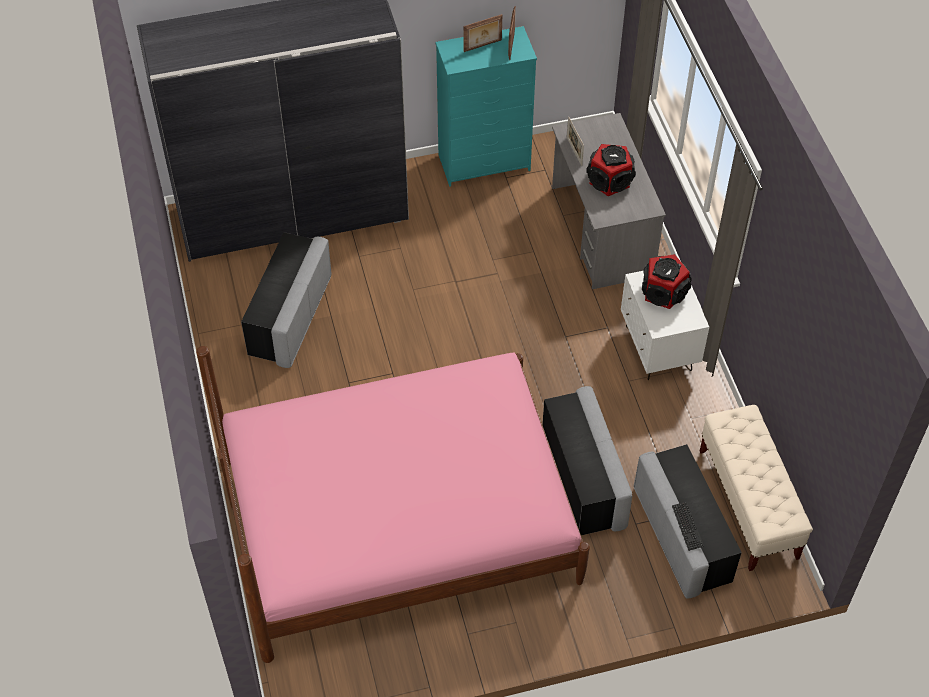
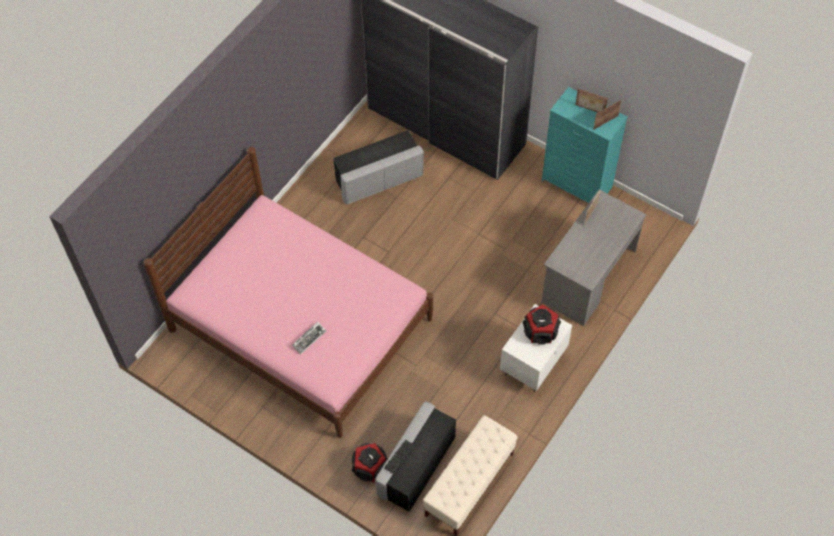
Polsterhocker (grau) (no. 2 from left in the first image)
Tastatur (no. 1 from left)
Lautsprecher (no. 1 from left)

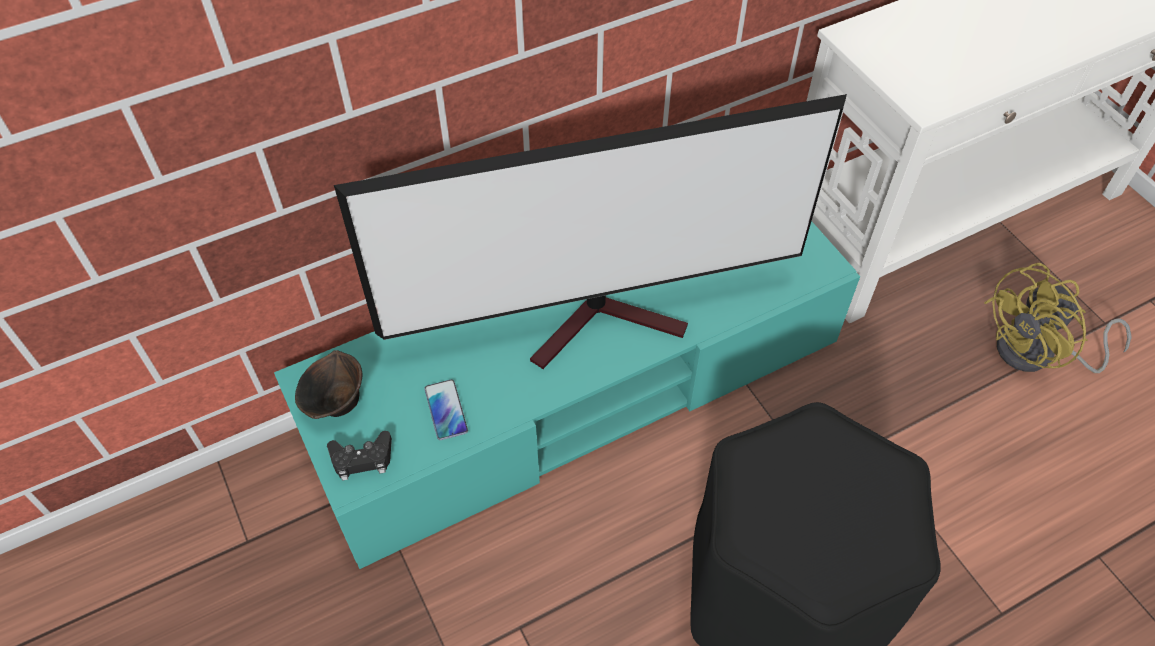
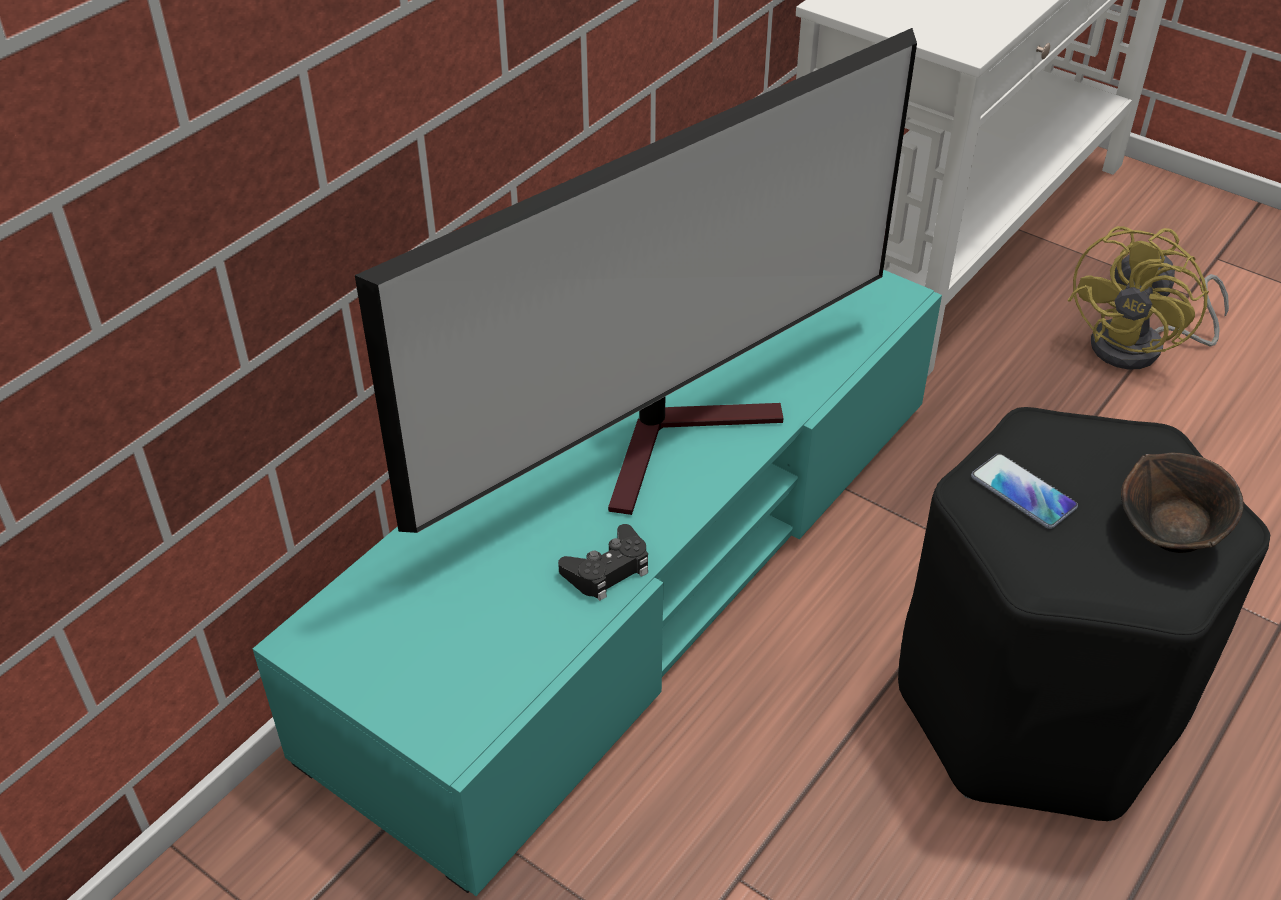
Schüssel (braun)
Gamepad (schwarz)
Handy

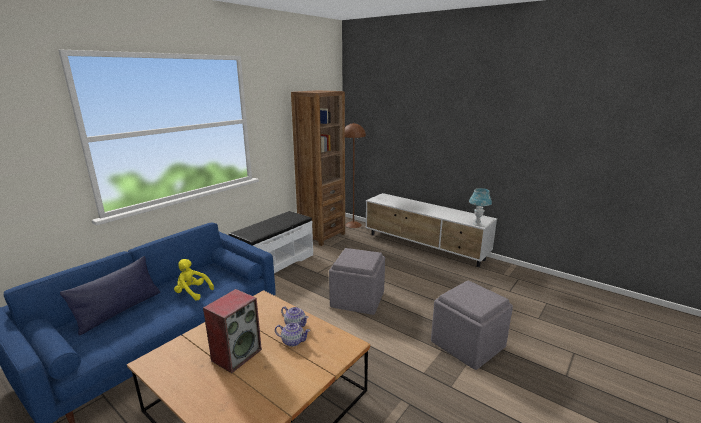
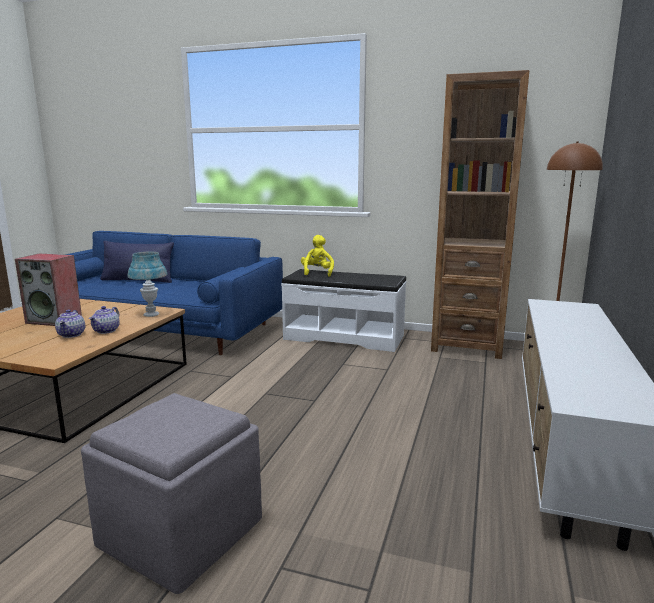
Polsterhocker (grau) (no. 1 from left in the first image)
Plüschtier (gelb)
Tischlampe (blau)

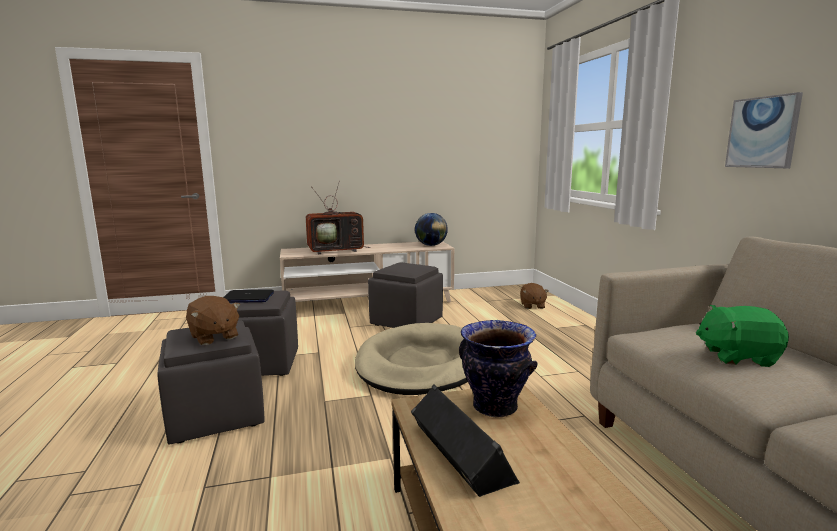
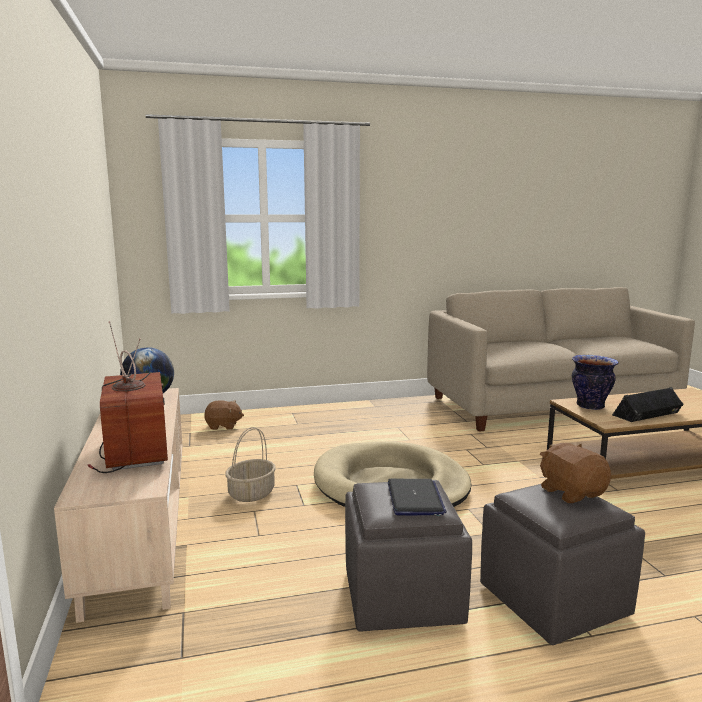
Plüschtier (grün)
Bild
Korb
Plüschtier (braun) (no. 2 from left)

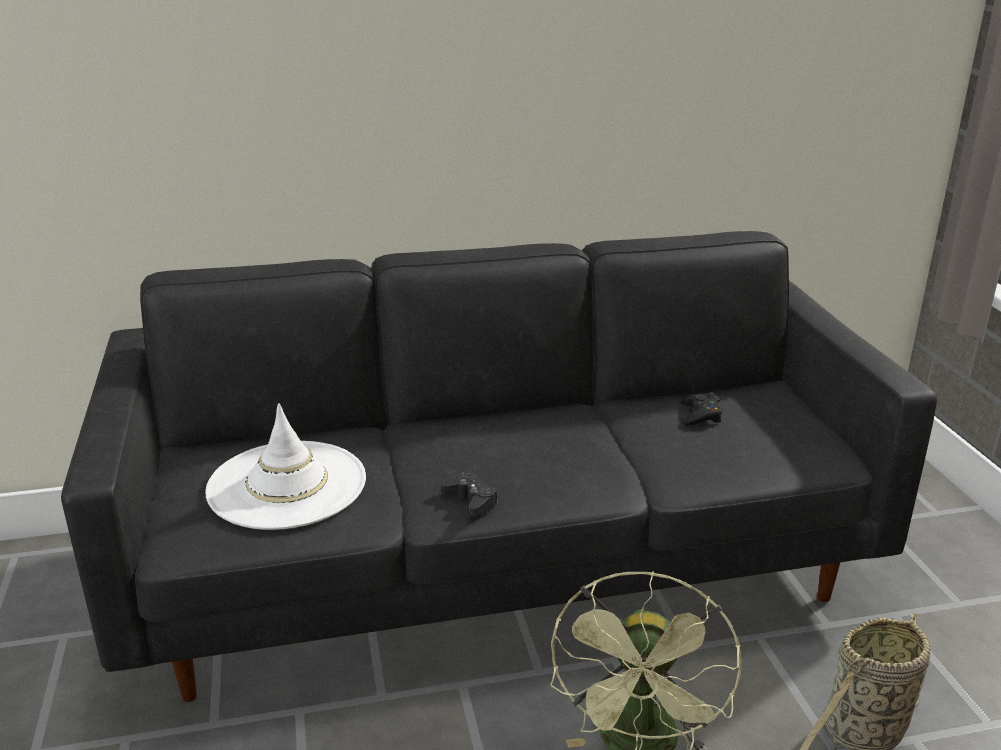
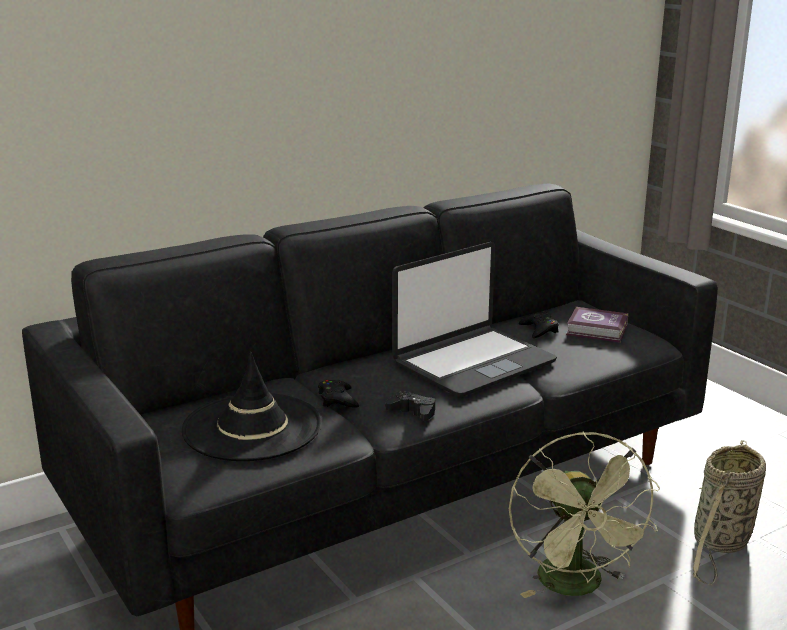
Gamepad (schwarz) (no. 1 from left)
Laptop
Buch
Hut (schwarz)

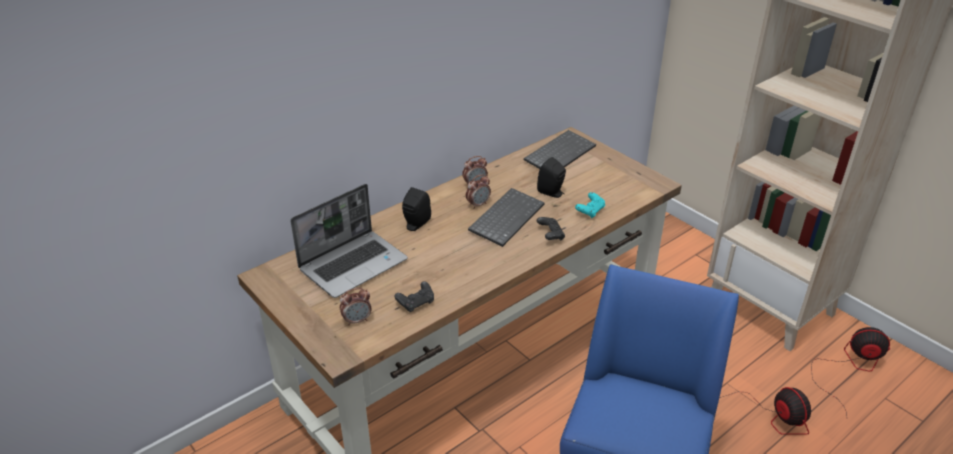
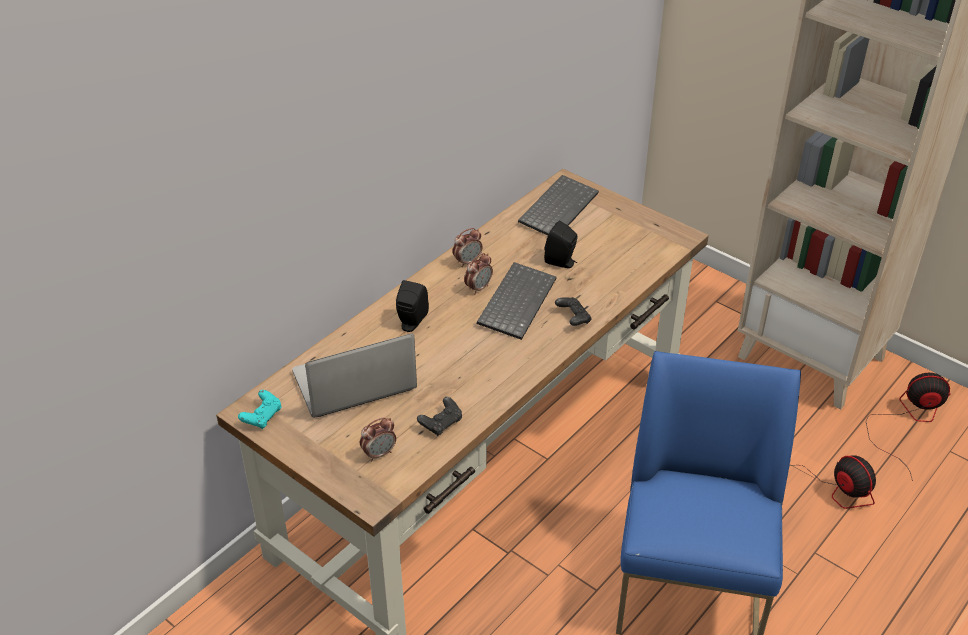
Gamepad (türkis)
Laptop

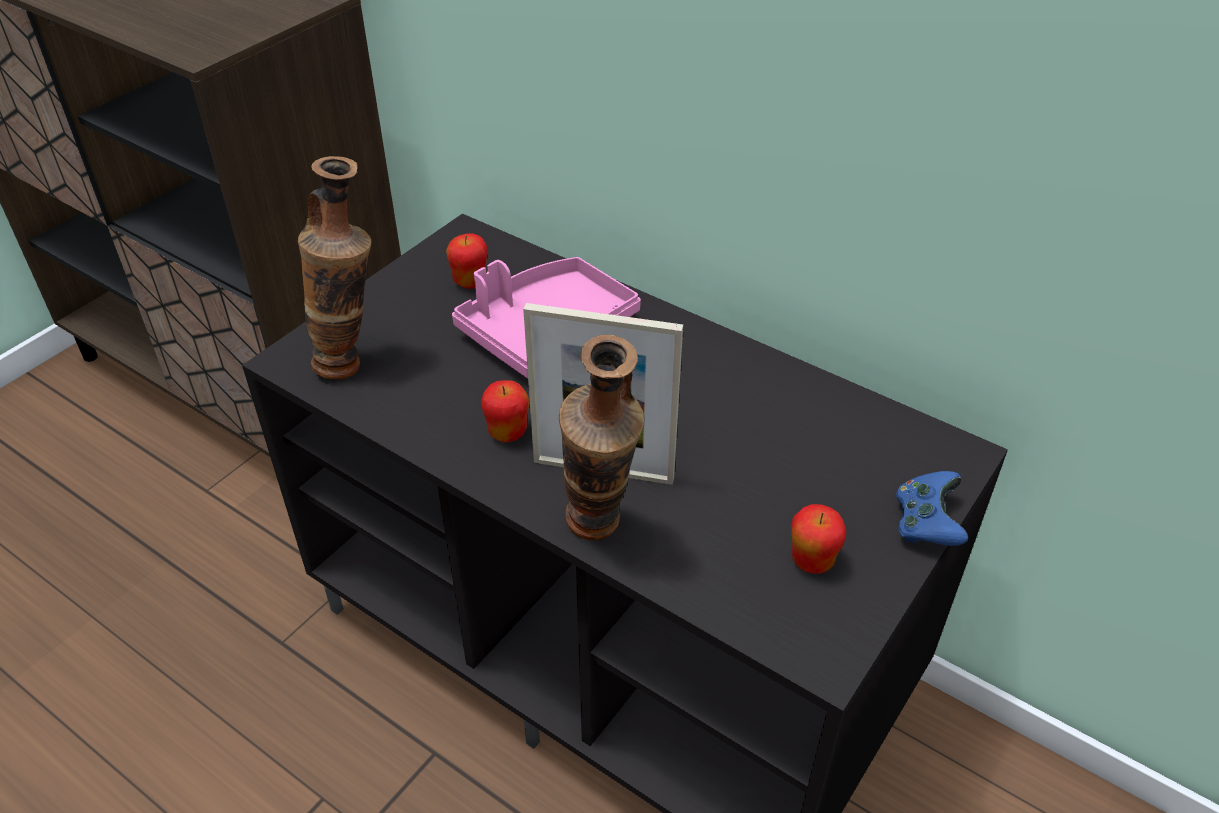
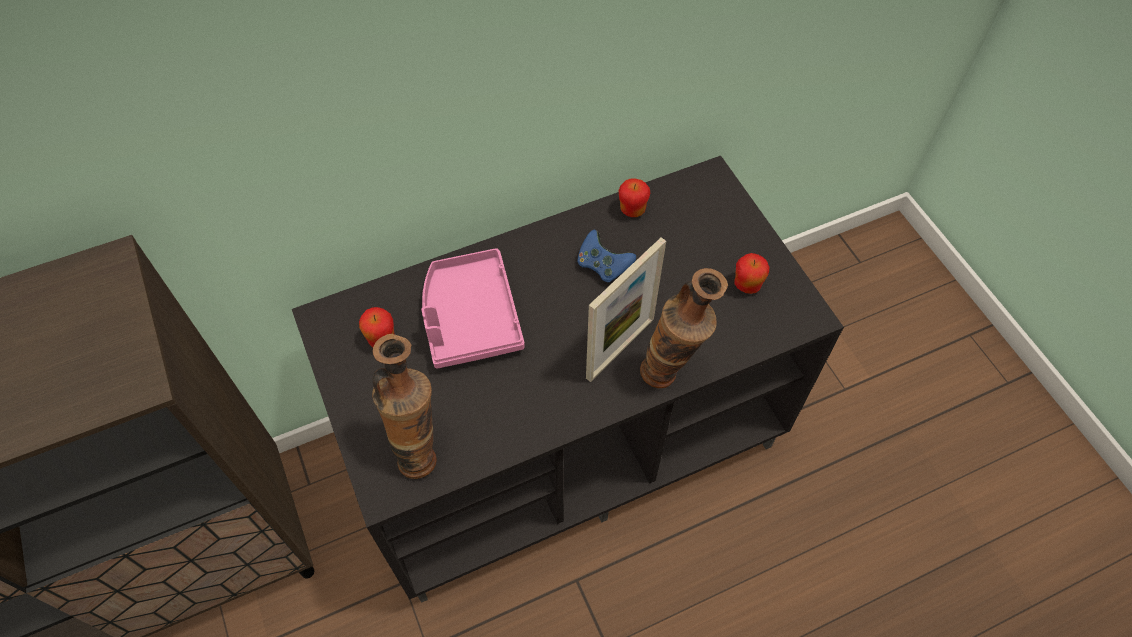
Apfel (no. 2 from left)
Gamepad (blau)

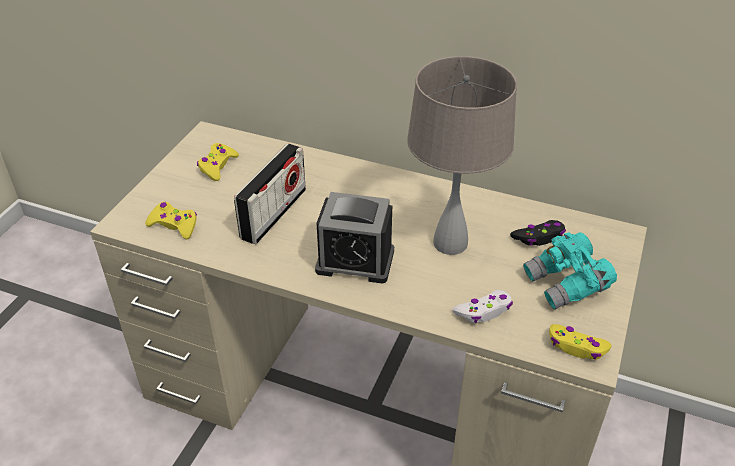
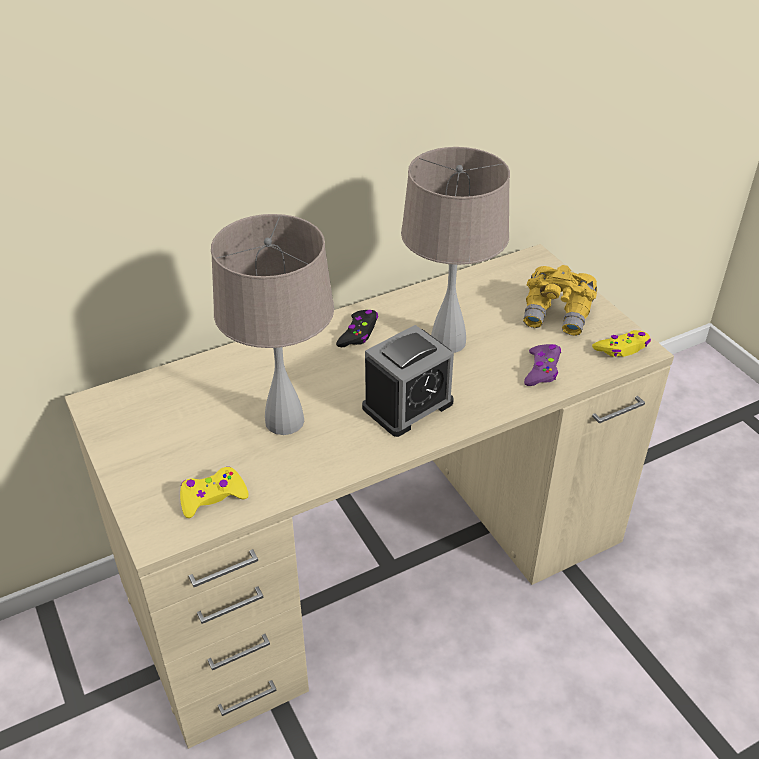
Gamepad (gelb) (no. 2 from left in the first image)
Gamepad (schwarz)
Tischlampe (beige) (no. 1 from left)
Gamepad (lila)
Fernglas (gelb)

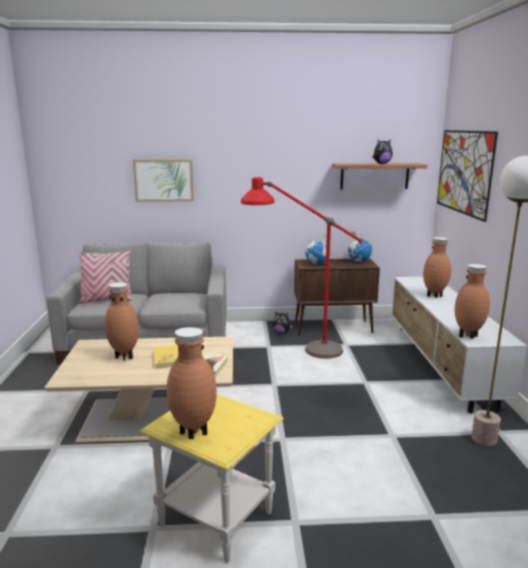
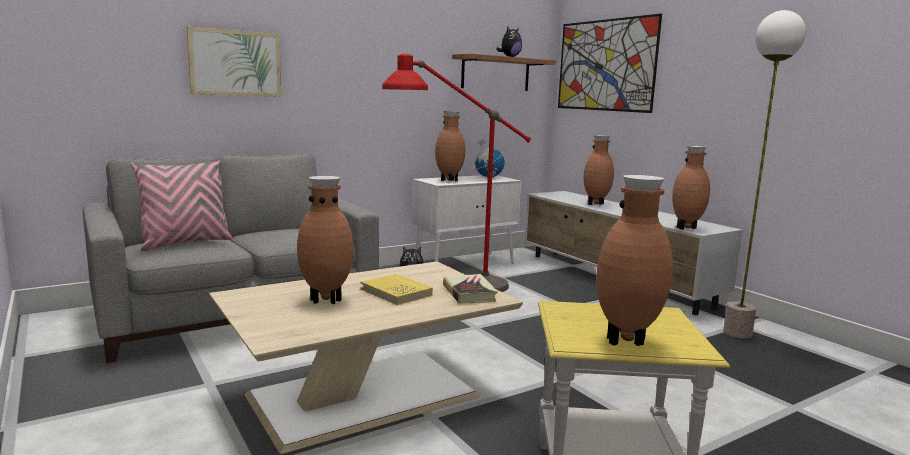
Vase (braun) (no. 2 from left)
Schrank (weiß)

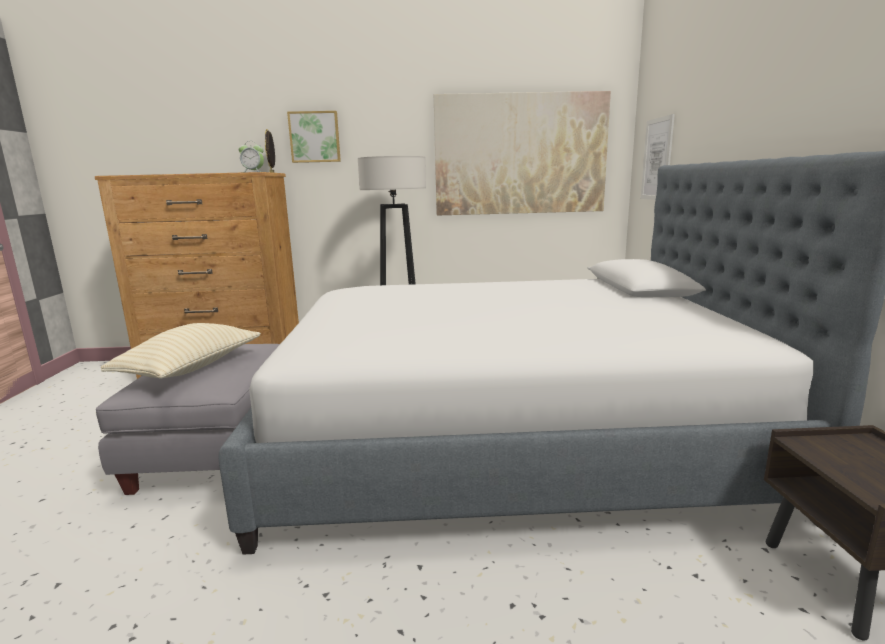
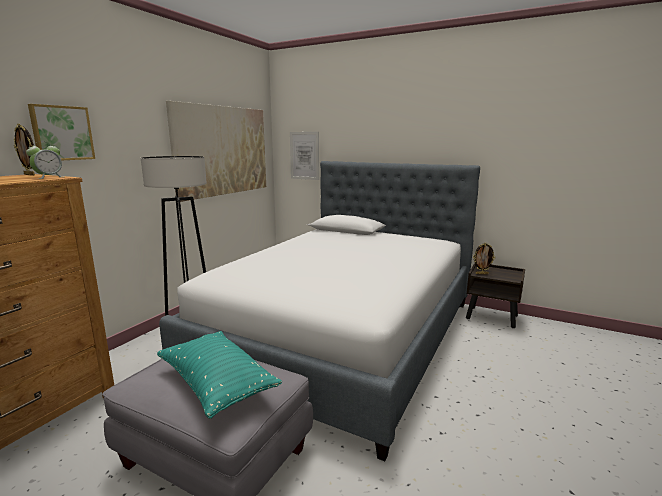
Bilderrahmen (no. 2 from left)
Kissen (türkis)

